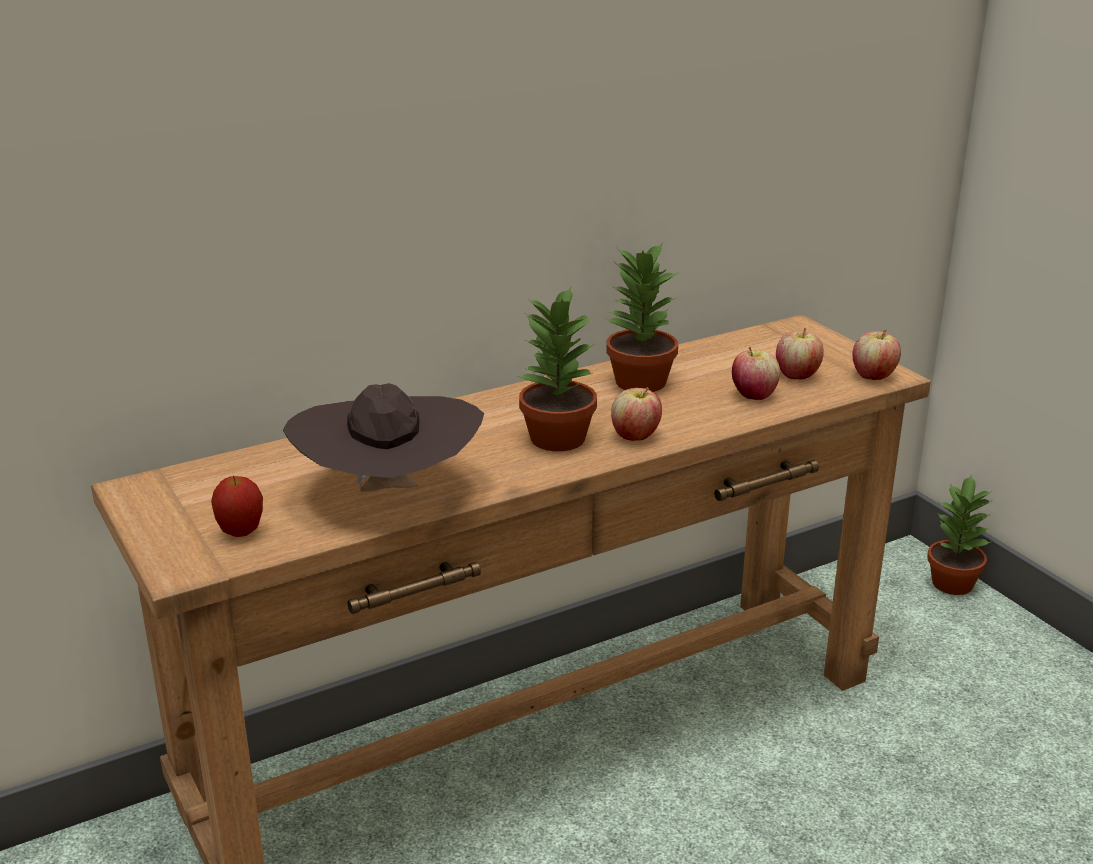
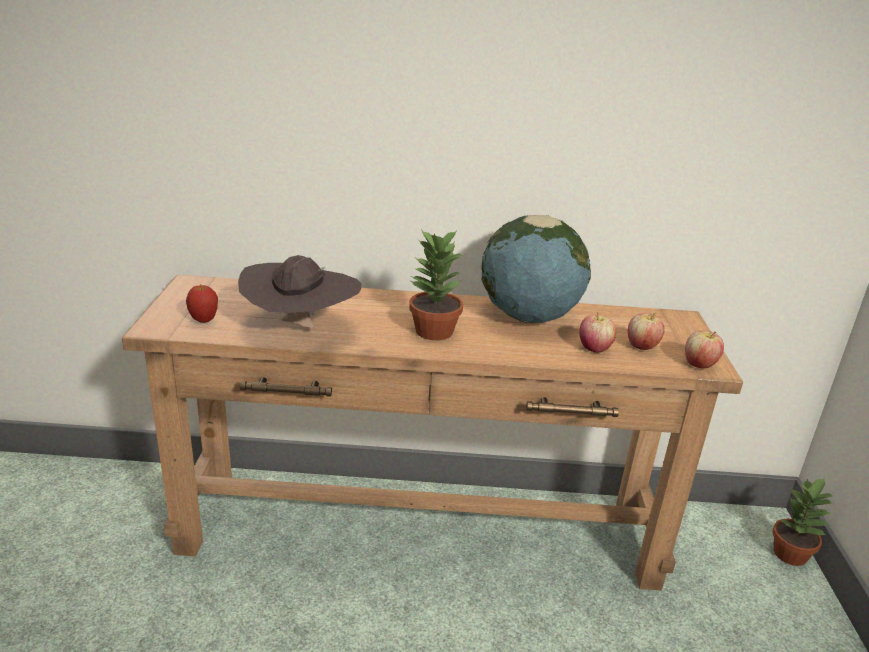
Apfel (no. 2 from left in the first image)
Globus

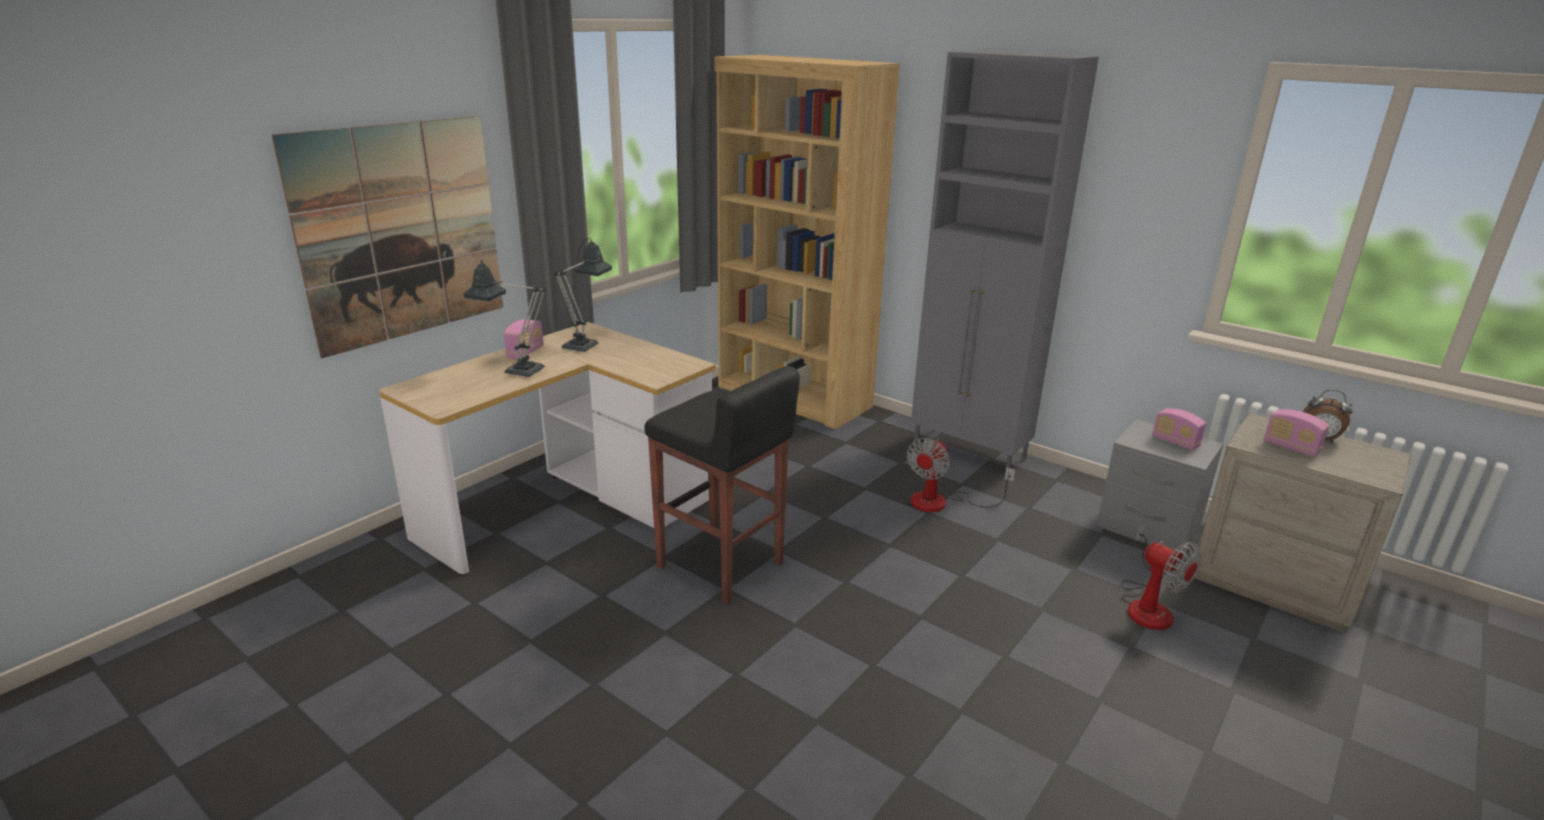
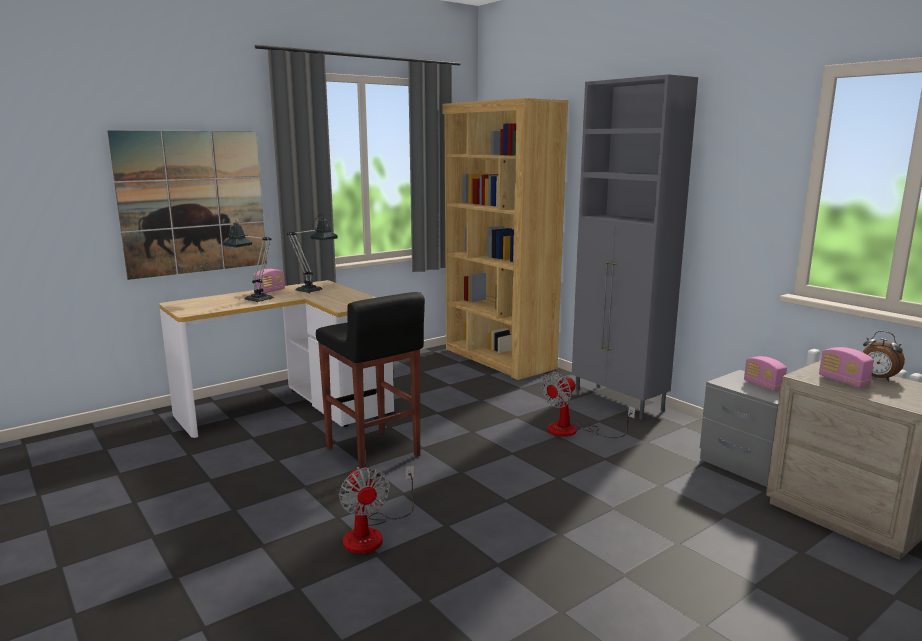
Ventilator (no. 1 from left)

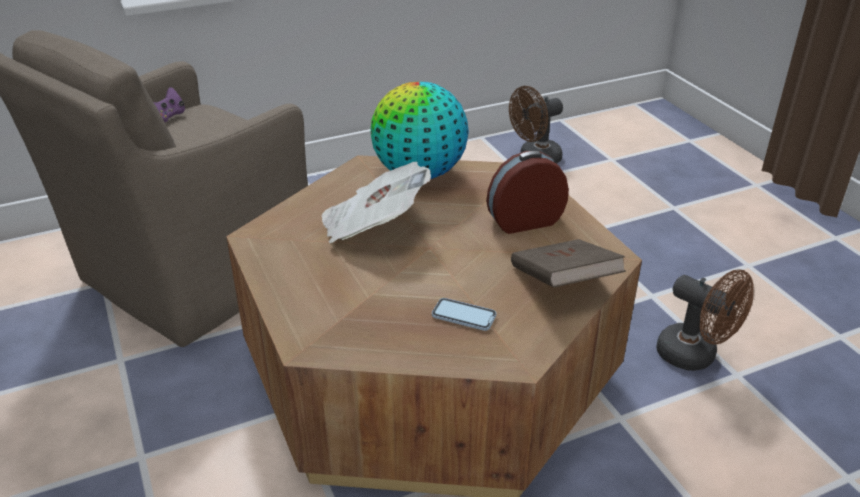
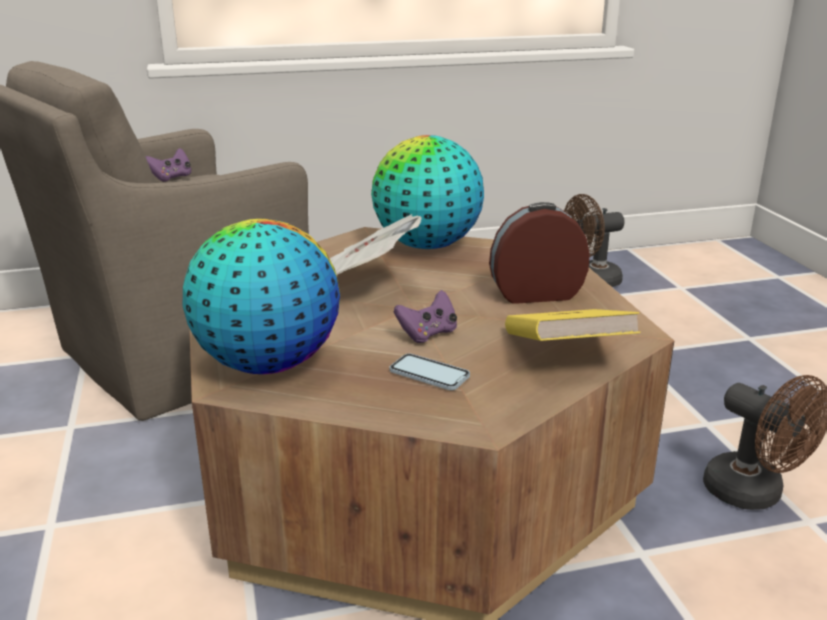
Globus (no. 1 from left)
Gamepad (lila) (no. 2 from left)
Buch (gelb)

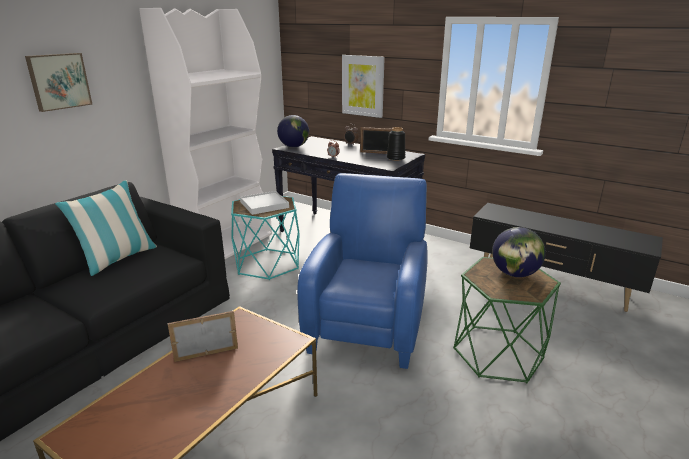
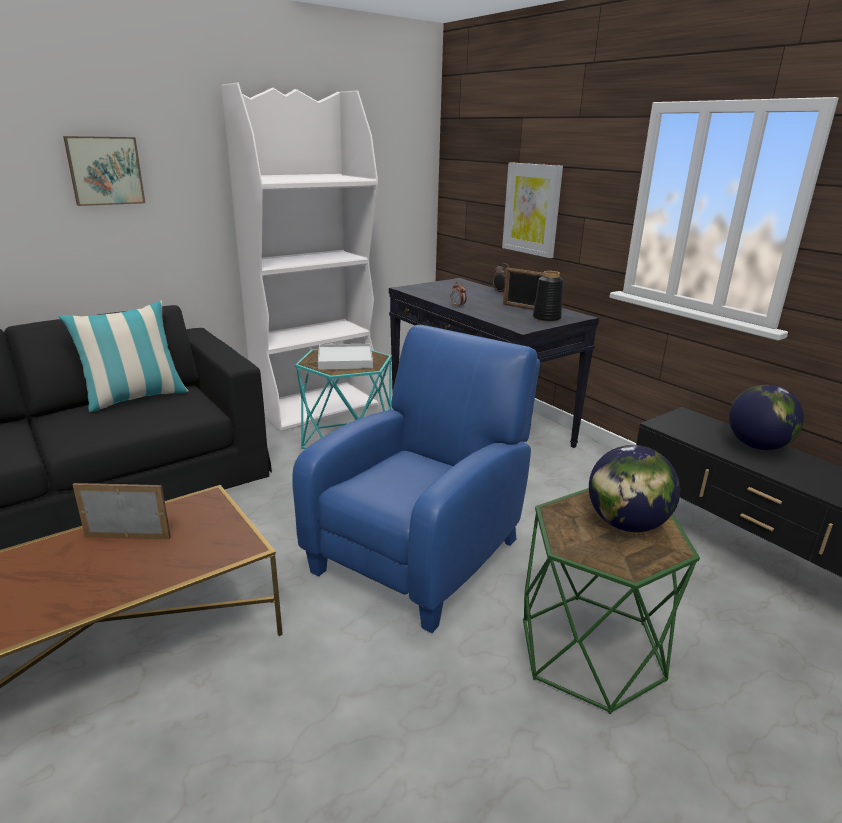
Globus (no. 2 from left)

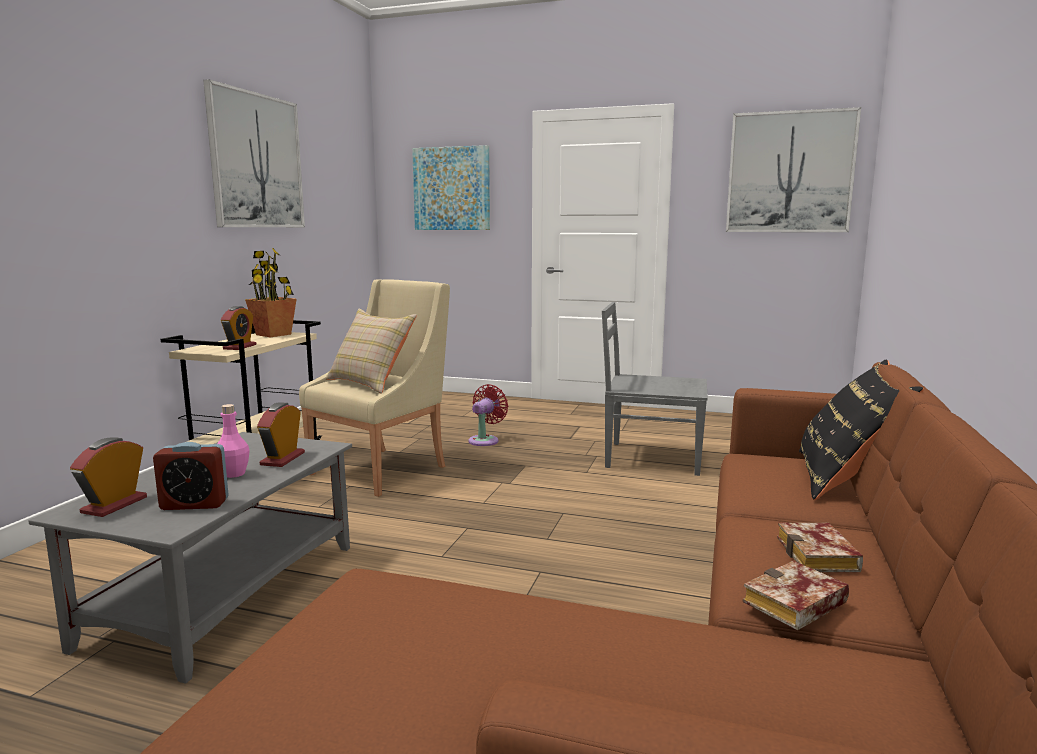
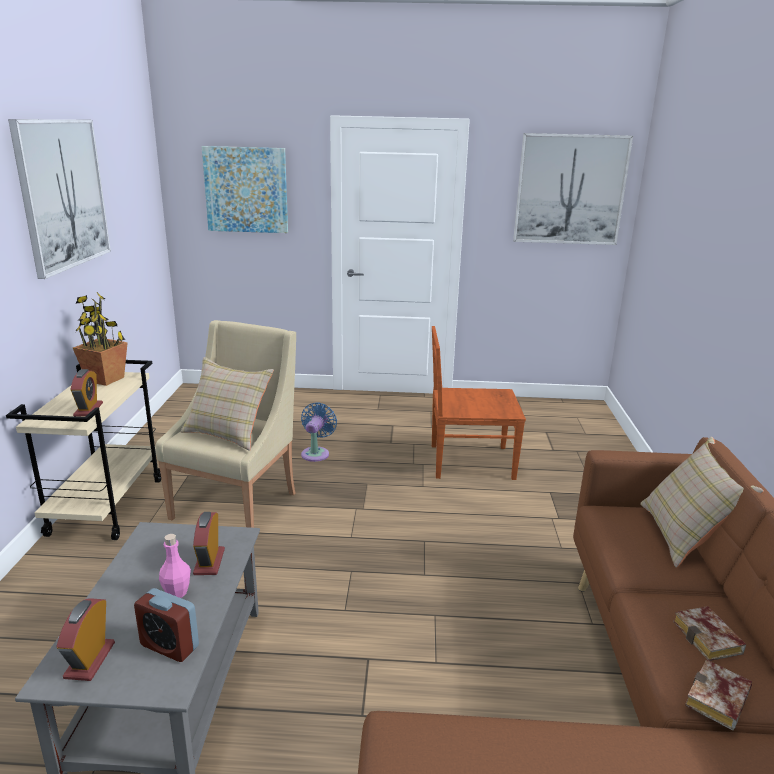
Ventilator (blau)
Stuhl (braun)
Kissen (beige) (no. 2 from left)
Wecker (no. 3 from left)

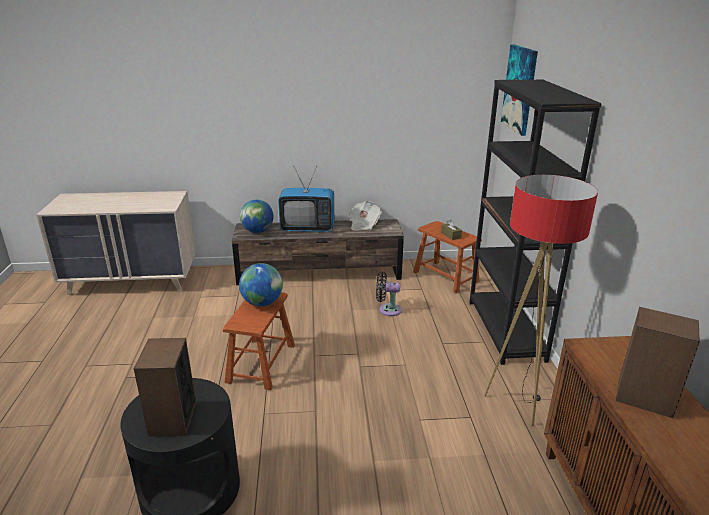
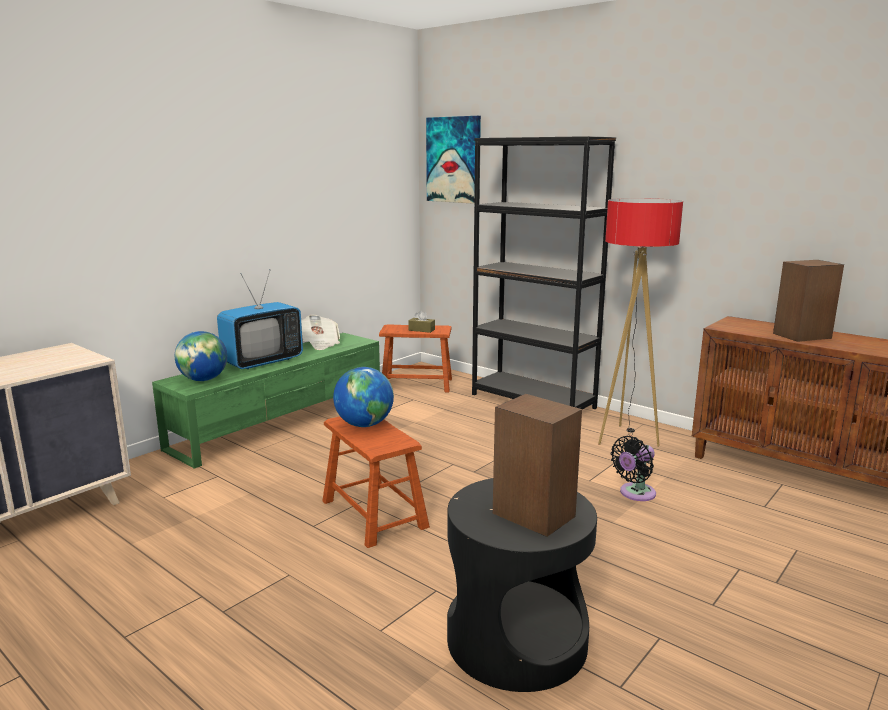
Ventilator (schwarz)
Fernsehschrank (grün)

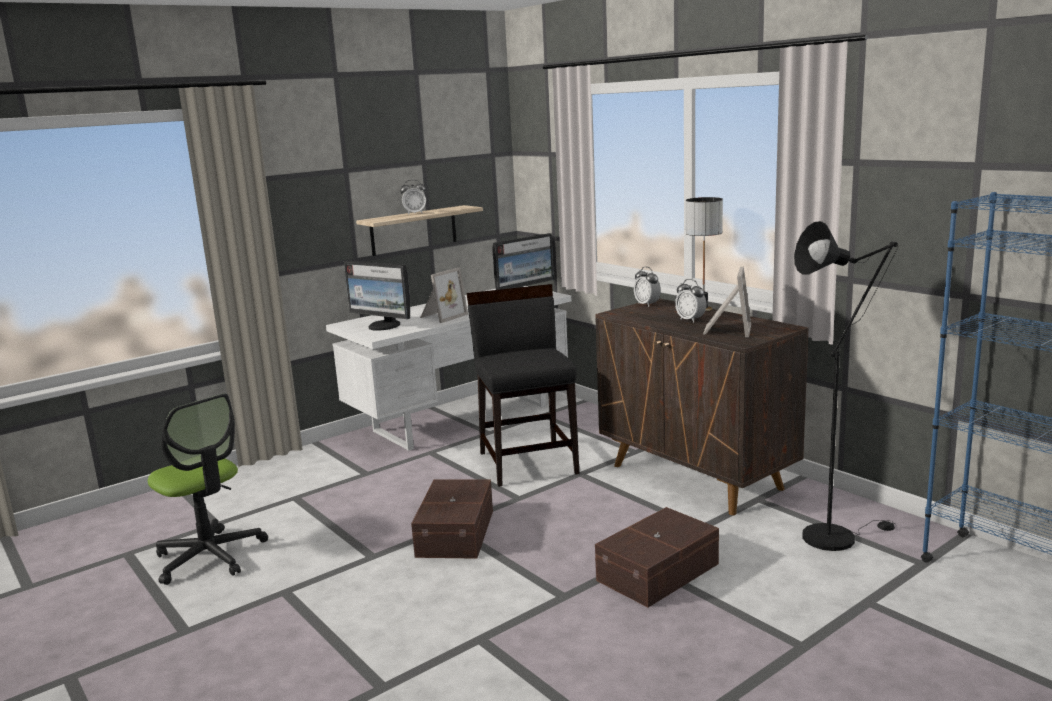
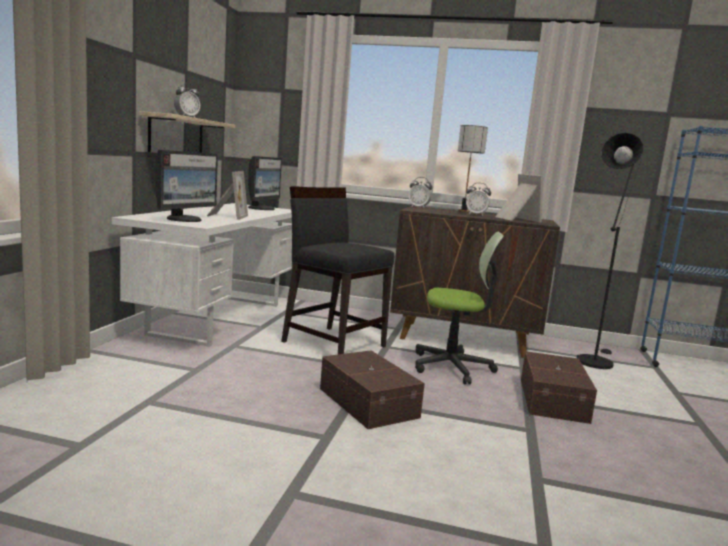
Bürostuhl
Monitor (no. 1 from left)

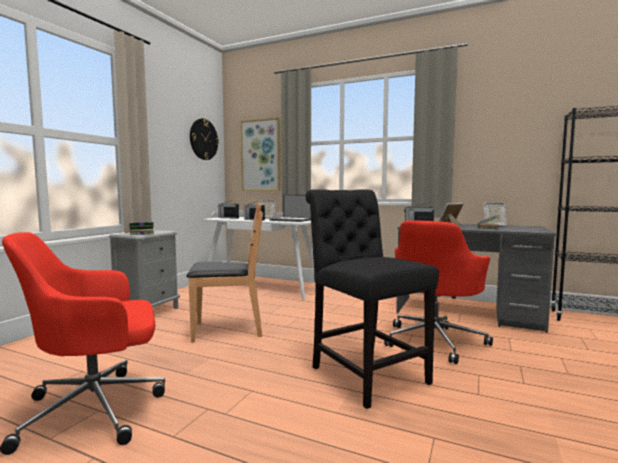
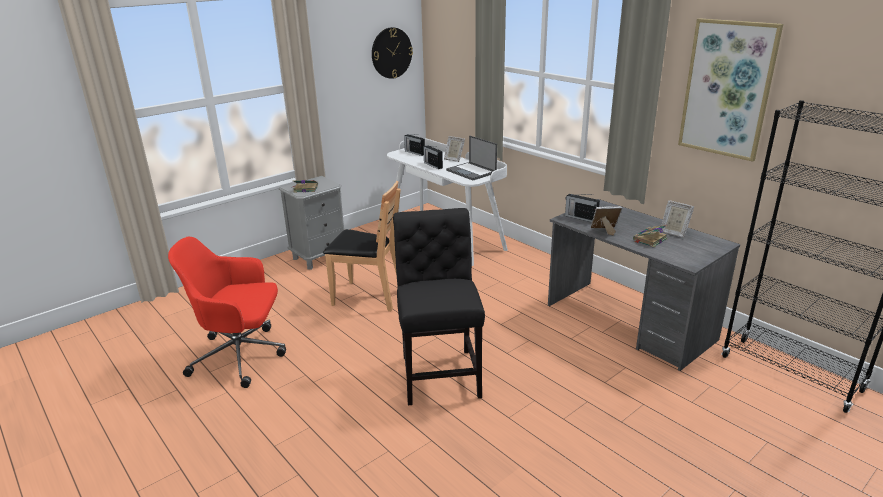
Bürostuhl (rot) (no. 2 from left in the first image)
Bild

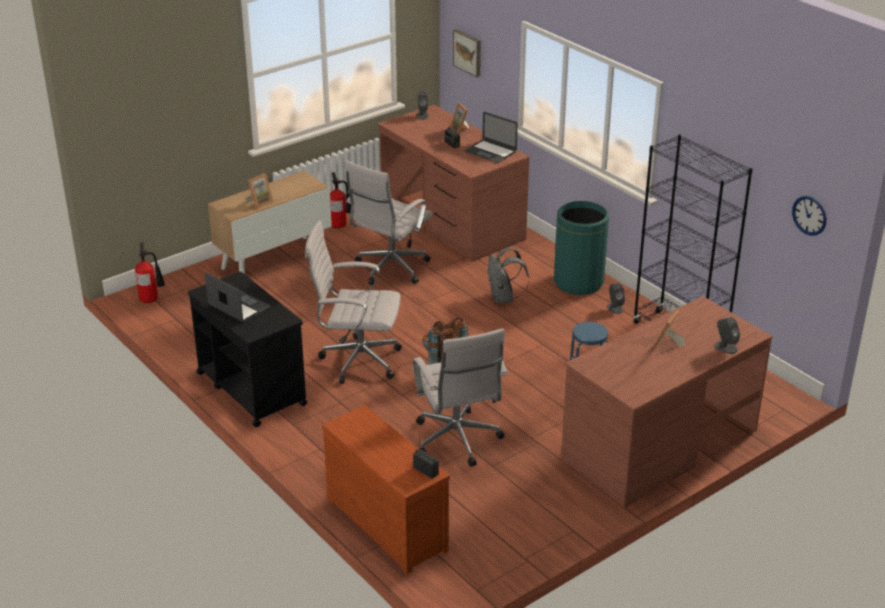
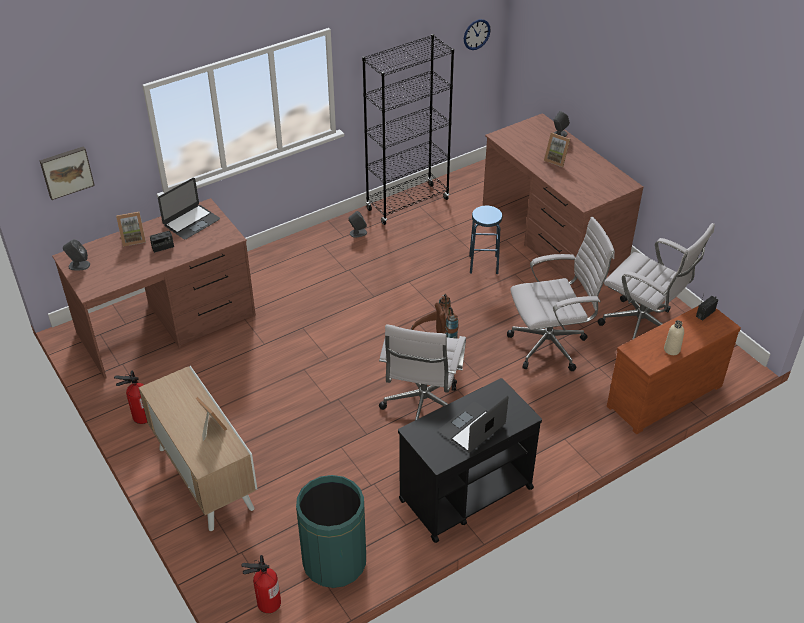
Rucksack (grau)
Flasche (beige)
Bürostuhl (weiß) (no. 3 from left)
Mülleimer (grün)

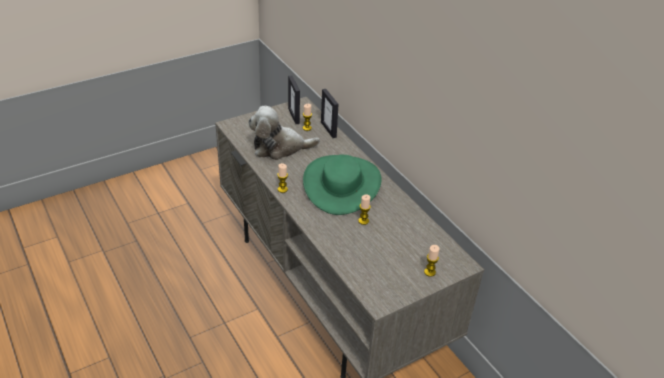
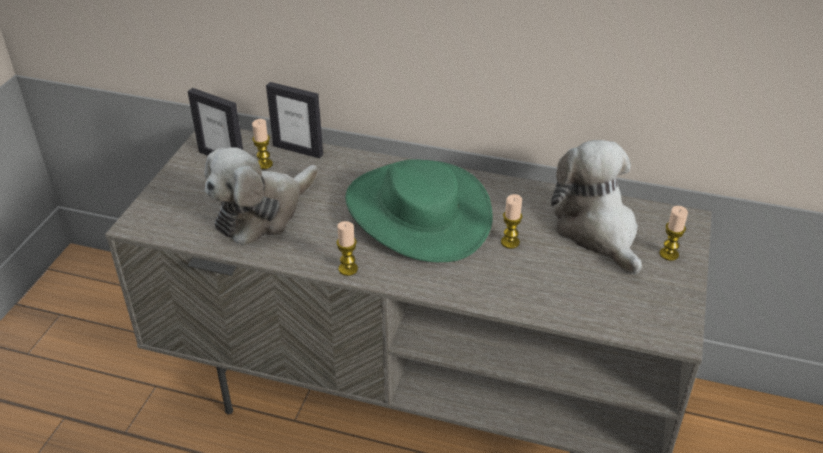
Plüschtier (no. 2 from left)

